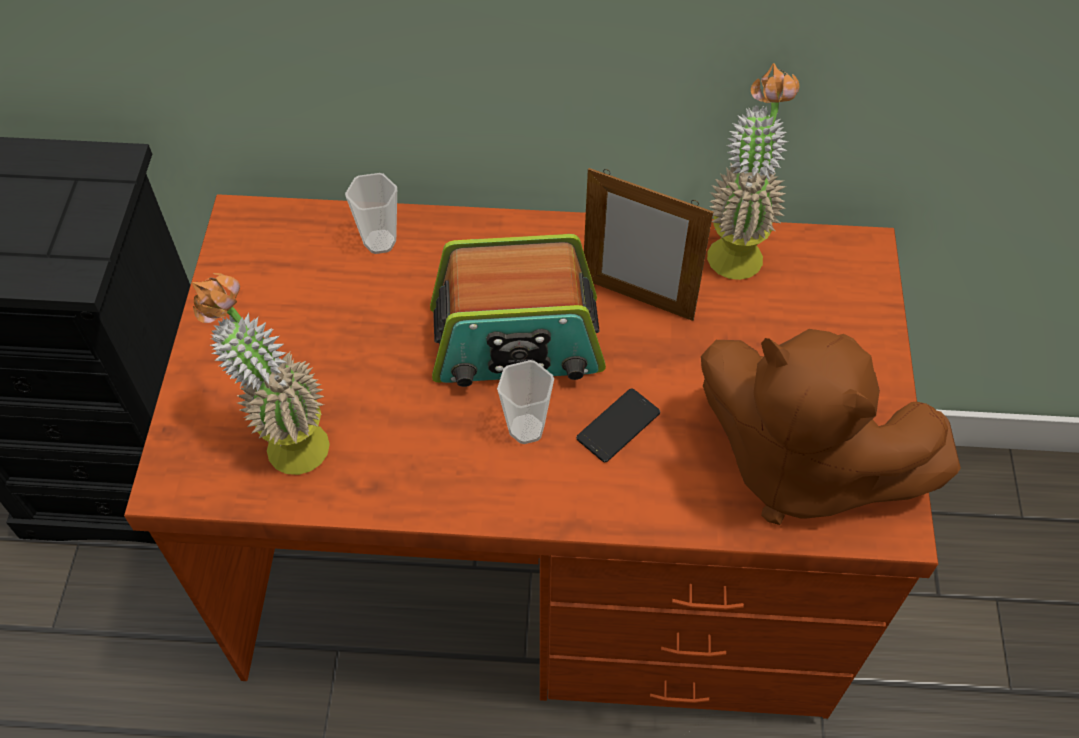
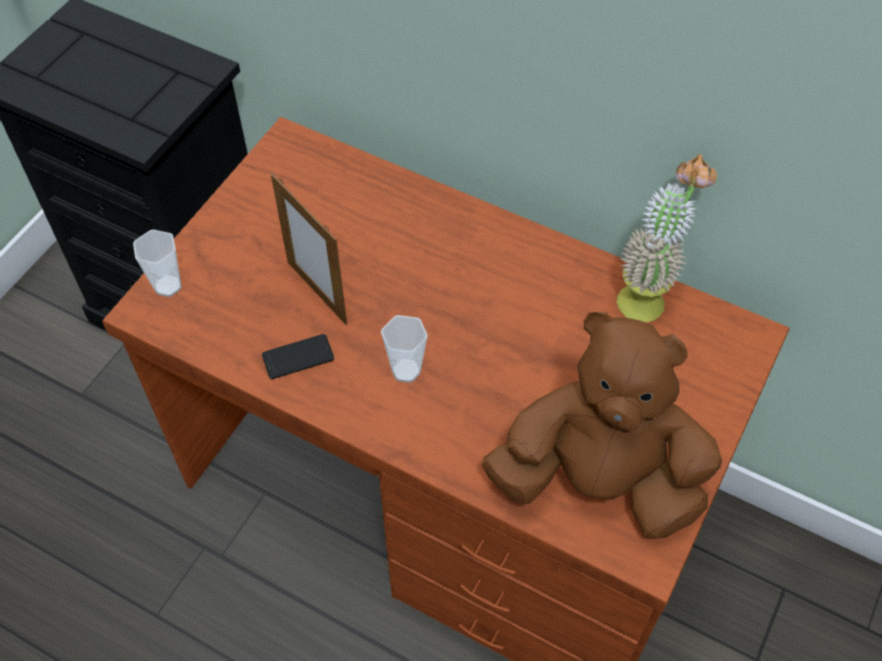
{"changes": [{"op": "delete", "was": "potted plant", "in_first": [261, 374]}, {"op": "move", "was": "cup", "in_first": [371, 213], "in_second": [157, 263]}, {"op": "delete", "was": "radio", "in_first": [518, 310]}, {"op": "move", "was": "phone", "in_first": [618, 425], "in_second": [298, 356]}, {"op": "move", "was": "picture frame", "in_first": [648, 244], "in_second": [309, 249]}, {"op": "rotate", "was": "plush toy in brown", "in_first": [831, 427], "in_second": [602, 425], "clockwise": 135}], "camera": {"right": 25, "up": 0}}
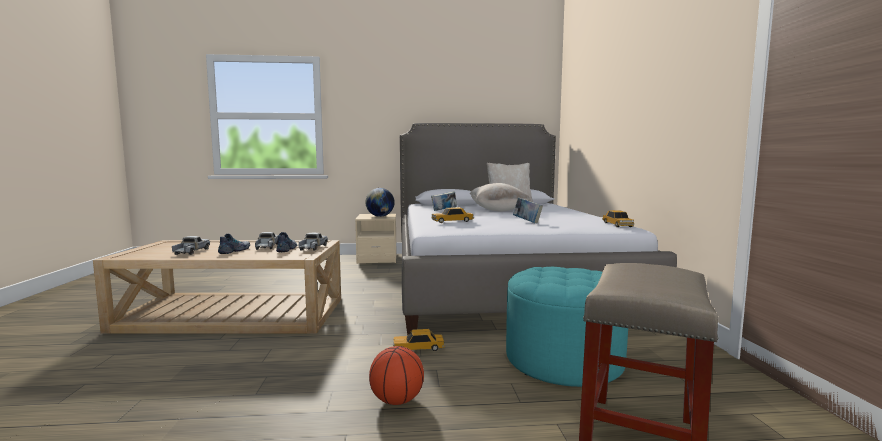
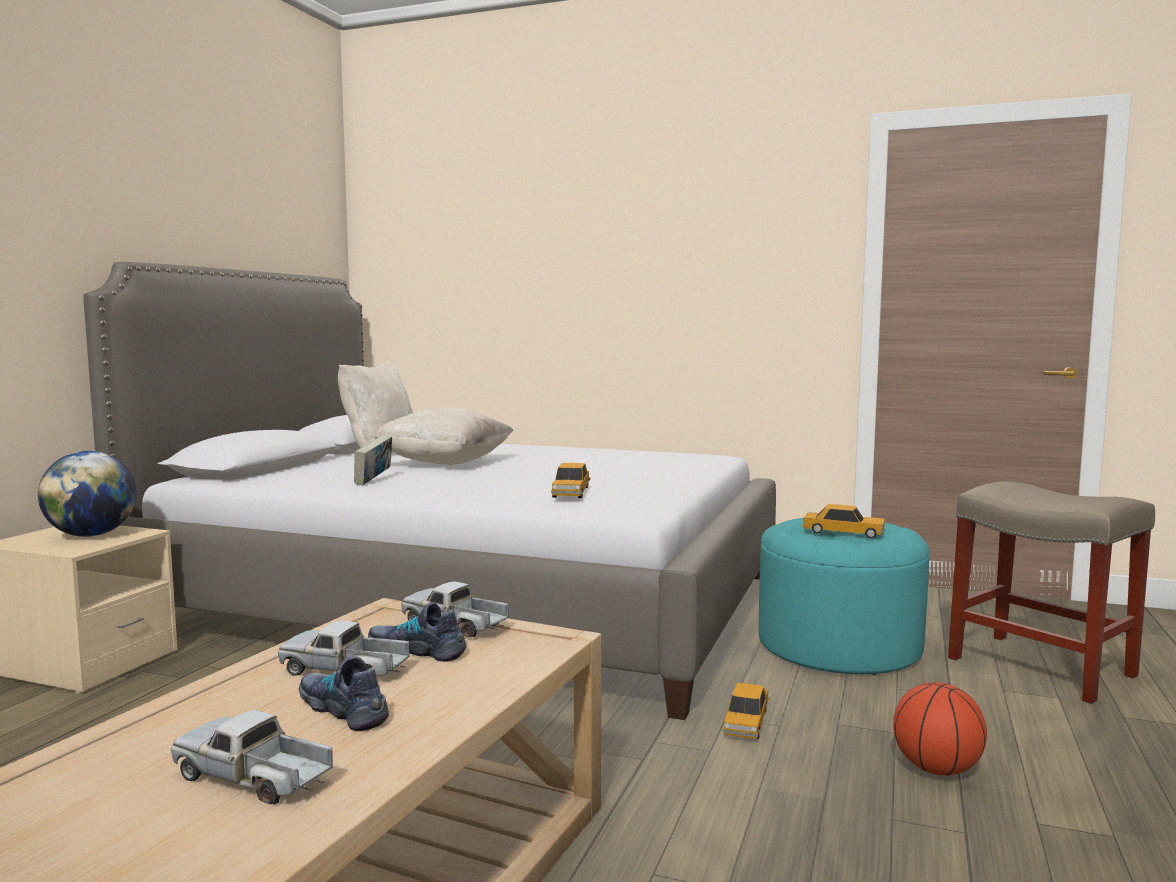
{"changes": [{"op": "delete", "was": "book", "in_first": [528, 210]}, {"op": "move", "was": "toy car", "in_first": [618, 218], "in_second": [843, 521]}], "camera": {"right": -65, "up": 0}}
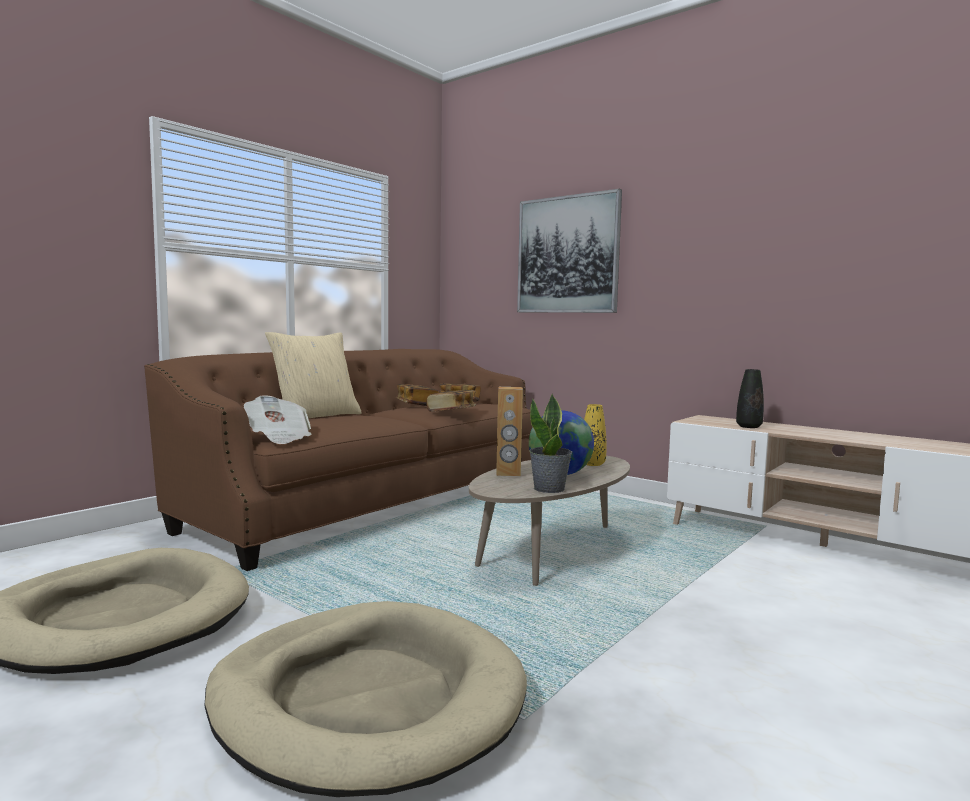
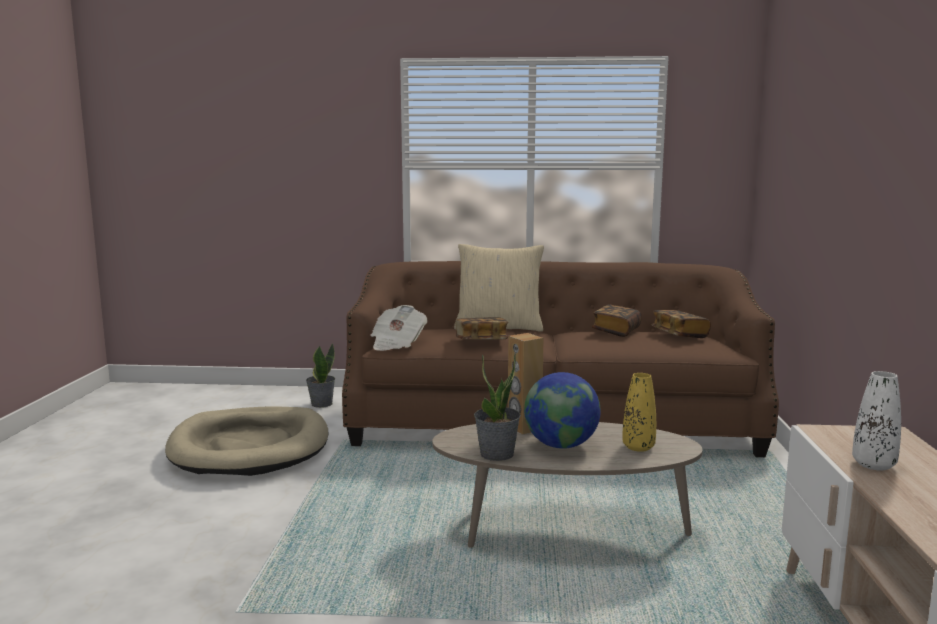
{"changes": [{"op": "delete", "was": "dog bed in beige", "in_first": [366, 699]}, {"op": "move", "was": "book", "in_first": [451, 401], "in_second": [481, 328]}, {"op": "delete", "was": "picture", "in_first": [569, 251]}, {"op": "recolor", "was": "vase in black", "now": "vase in white", "in_first": [750, 398], "in_second": [876, 421]}, {"op": "insert", "now": "potted plant", "in_second": [320, 375]}], "camera": {"right": 55, "up": 5}}
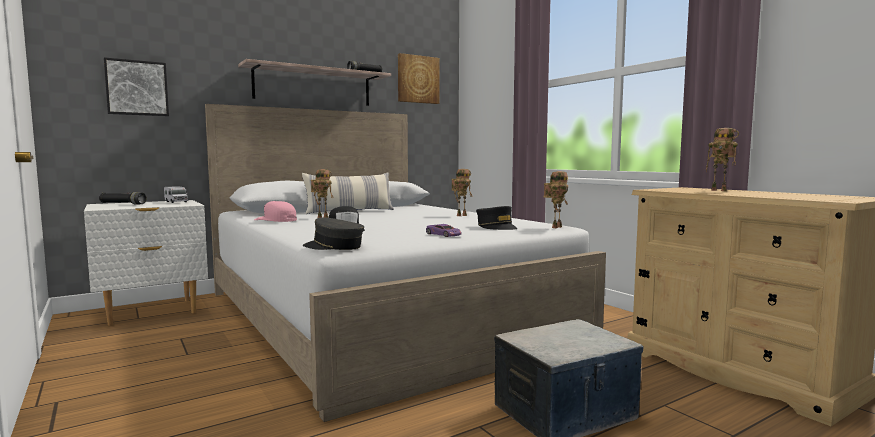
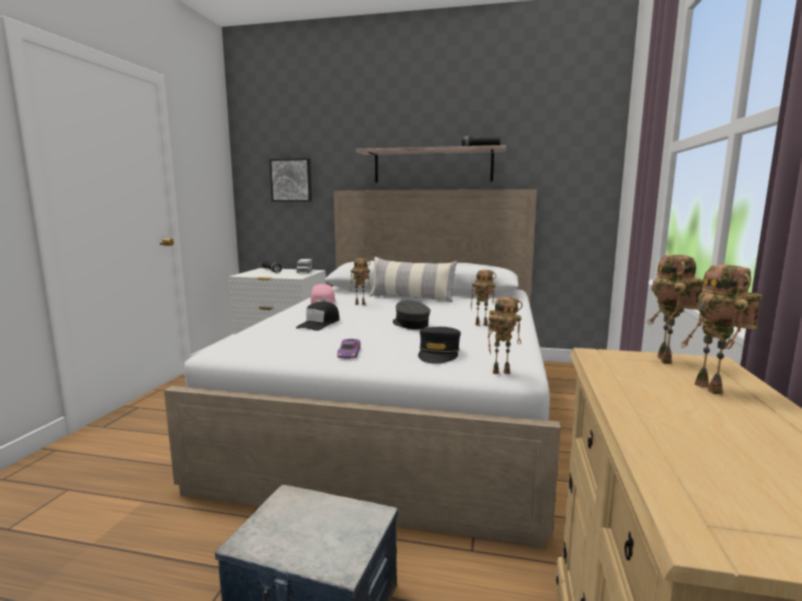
{"changes": [{"op": "move", "was": "cap in grey", "in_first": [333, 234], "in_second": [411, 314]}, {"op": "delete", "was": "picture", "in_first": [419, 78]}, {"op": "insert", "now": "toy robot", "in_second": [675, 309]}], "camera": {"right": 45, "up": 5}}
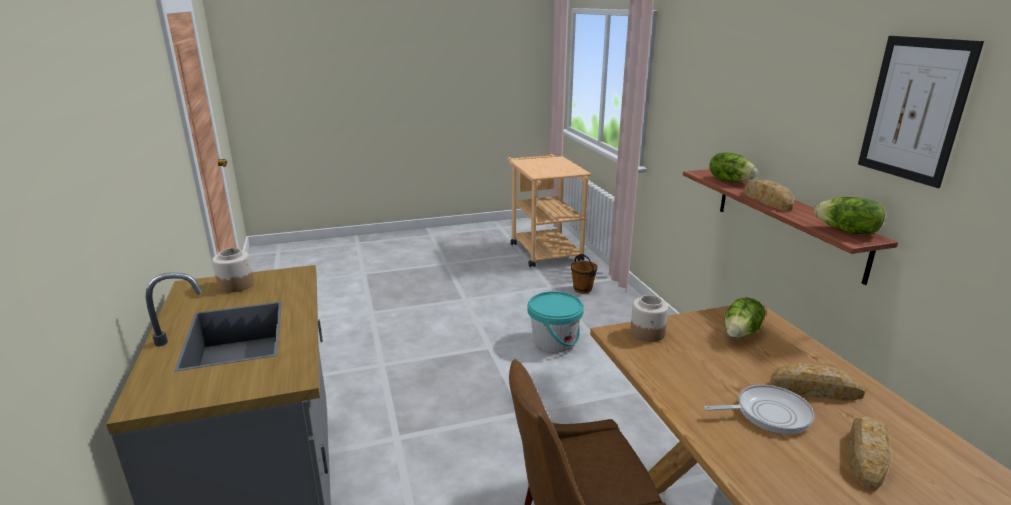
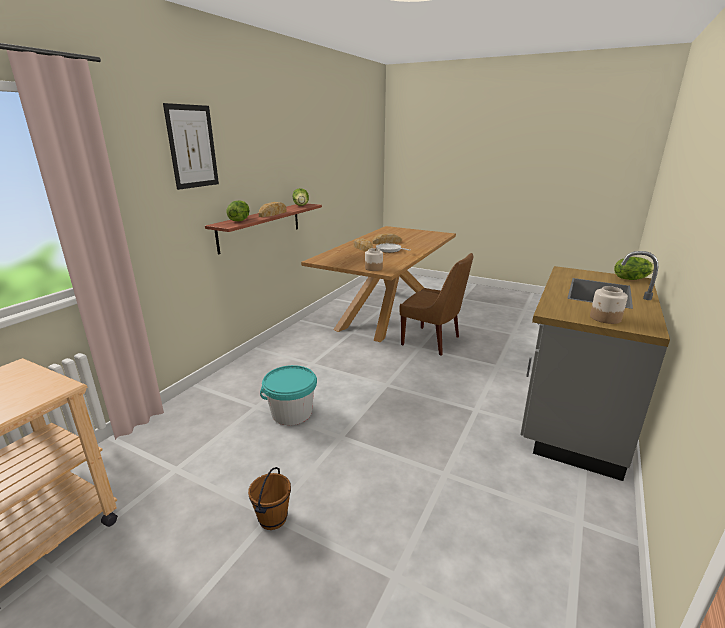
{"changes": [{"op": "move", "was": "bucket in brown", "in_first": [584, 274], "in_second": [269, 498]}, {"op": "move", "was": "lettuce", "in_first": [744, 317], "in_second": [634, 268]}, {"op": "move", "was": "picture", "in_first": [921, 112], "in_second": [191, 146]}], "camera": {"right": -135, "up": 0}}
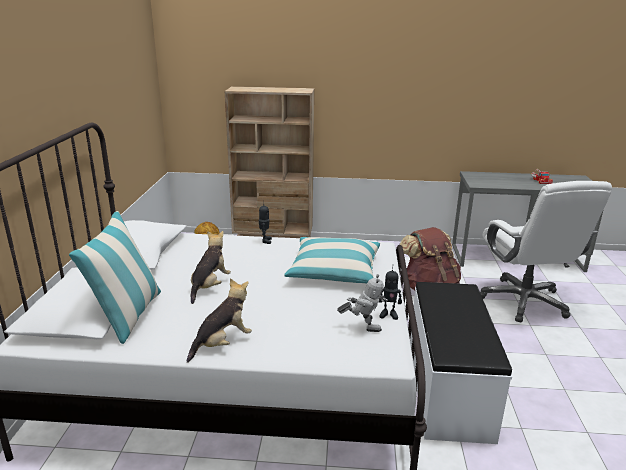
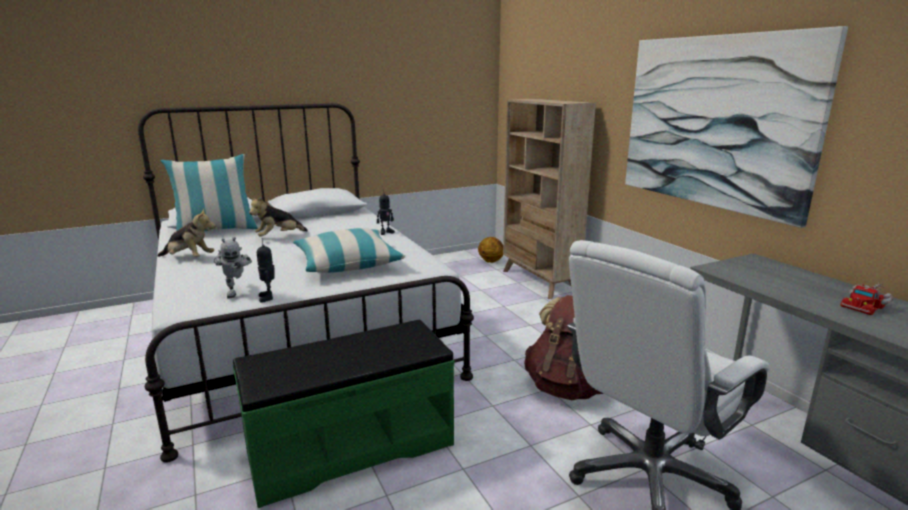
{"changes": [{"op": "rotate", "was": "plush toy", "in_first": [211, 267], "in_second": [278, 217], "clockwise": 150}, {"op": "recolor", "was": "bench in white", "now": "bench in green", "in_first": [461, 363], "in_second": [344, 414]}, {"op": "insert", "now": "picture", "in_second": [736, 127]}], "camera": {"right": 60, "up": -5}}
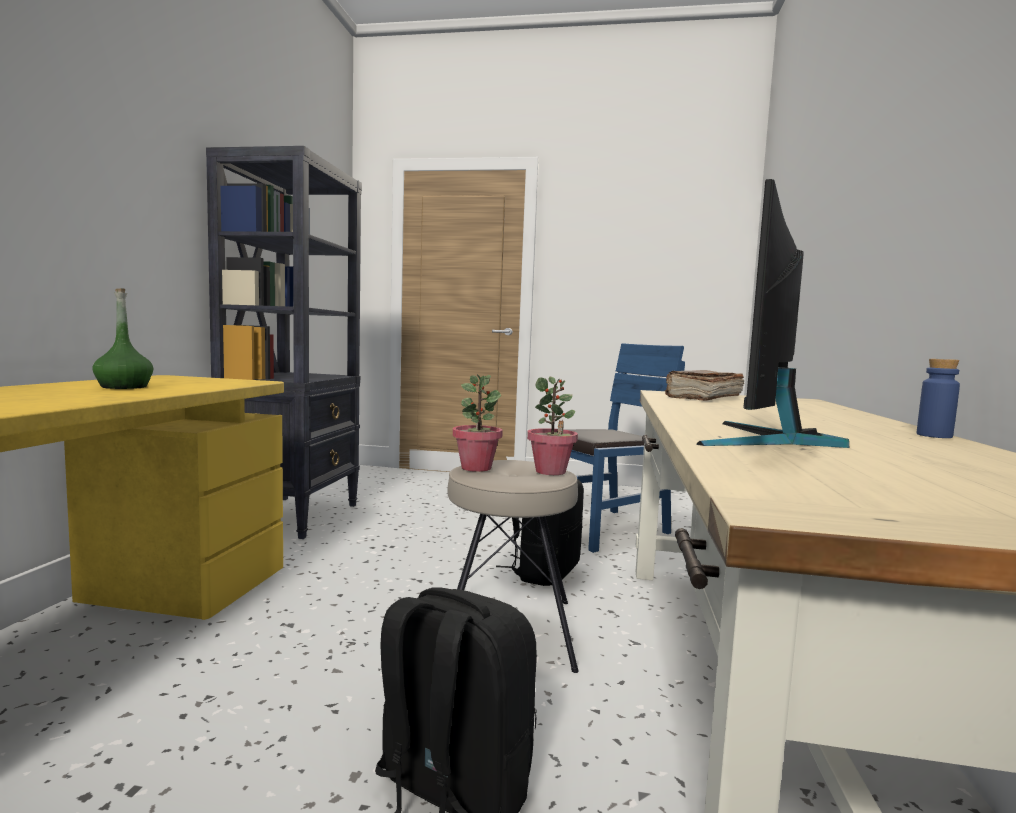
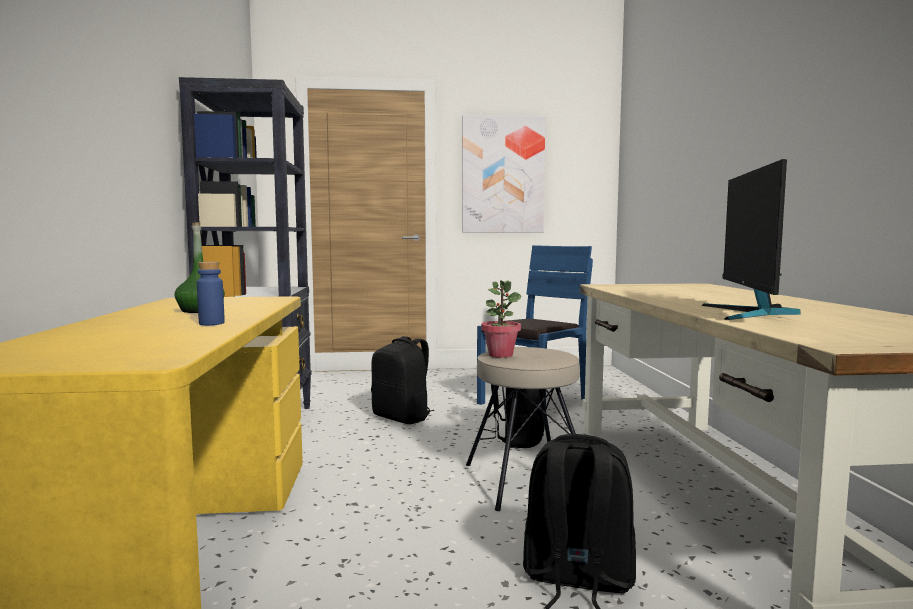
{"changes": [{"op": "delete", "was": "potted plant", "in_first": [552, 426]}, {"op": "delete", "was": "book in brown", "in_first": [704, 385]}, {"op": "move", "was": "bottle in blue", "in_first": [938, 398], "in_second": [211, 293]}, {"op": "insert", "now": "backpack in black", "in_second": [403, 380]}, {"op": "insert", "now": "picture", "in_second": [503, 174]}], "camera": {"right": -15, "up": 0}}
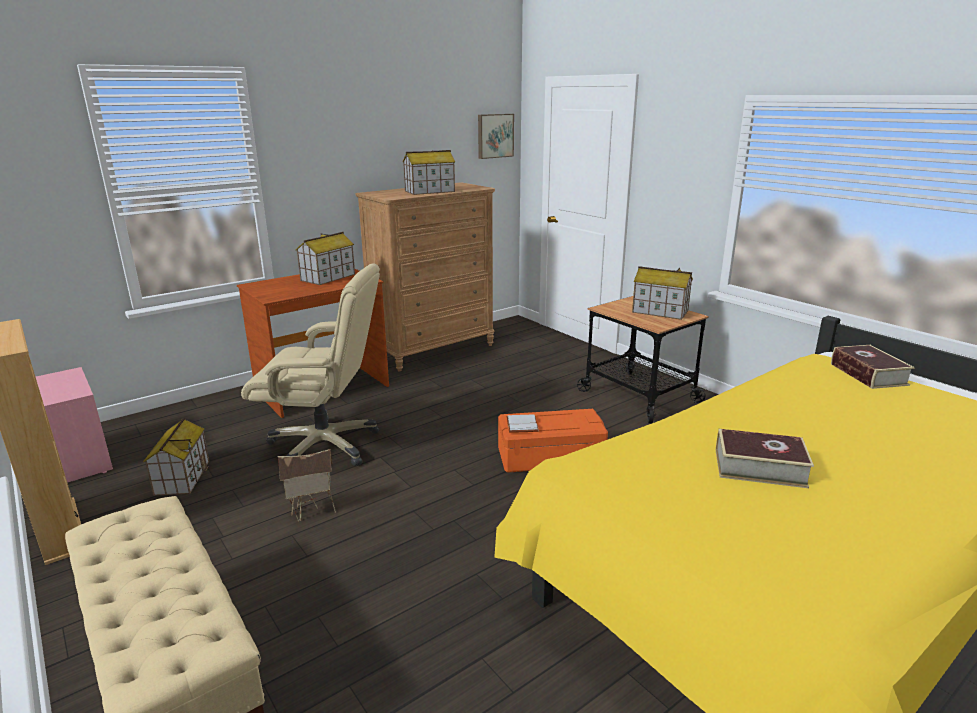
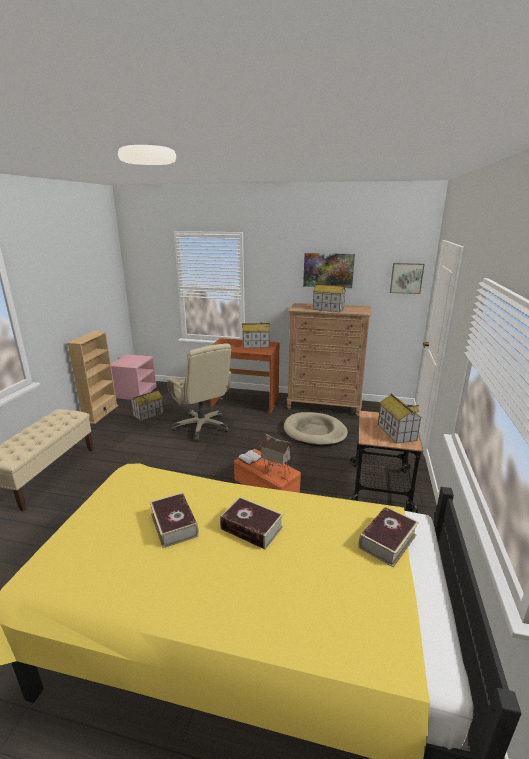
{"changes": [{"op": "move", "was": "toy house", "in_first": [307, 485], "in_second": [276, 456]}, {"op": "insert", "now": "book", "in_second": [251, 523]}, {"op": "insert", "now": "dog bed in beige", "in_second": [316, 429]}, {"op": "insert", "now": "picture", "in_second": [329, 270]}], "camera": {"right": 50, "up": 0}}
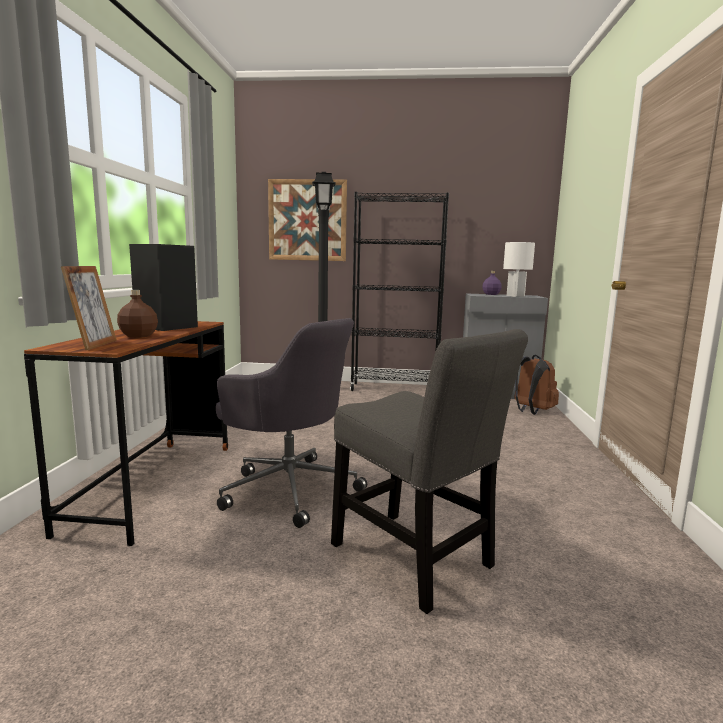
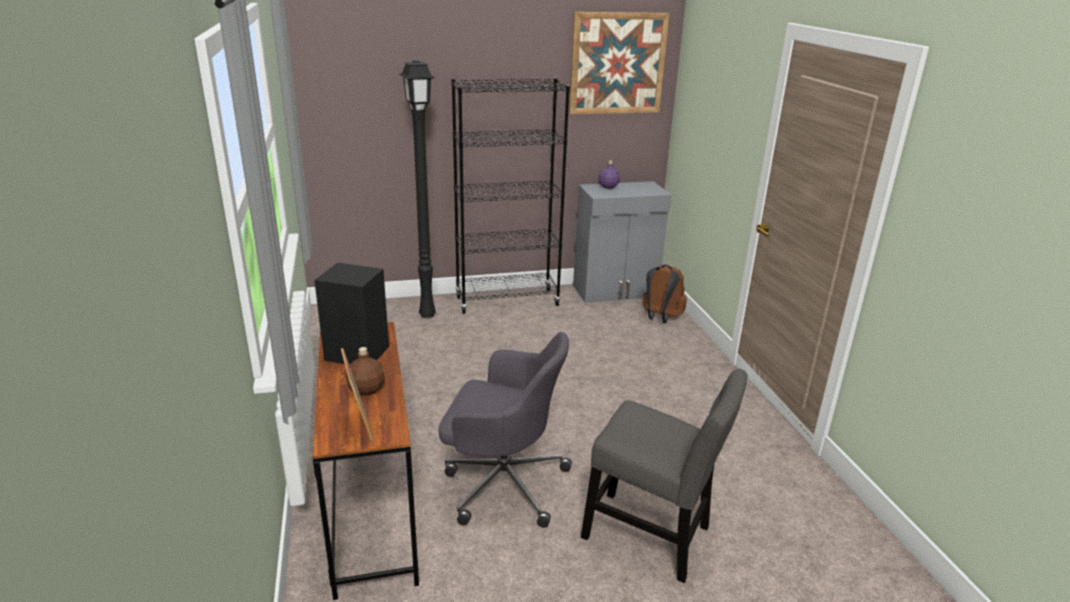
{"changes": [{"op": "move", "was": "picture", "in_first": [307, 220], "in_second": [619, 63]}, {"op": "delete", "was": "table lamp in white", "in_first": [519, 269]}], "camera": {"right": -20, "up": 15}}
